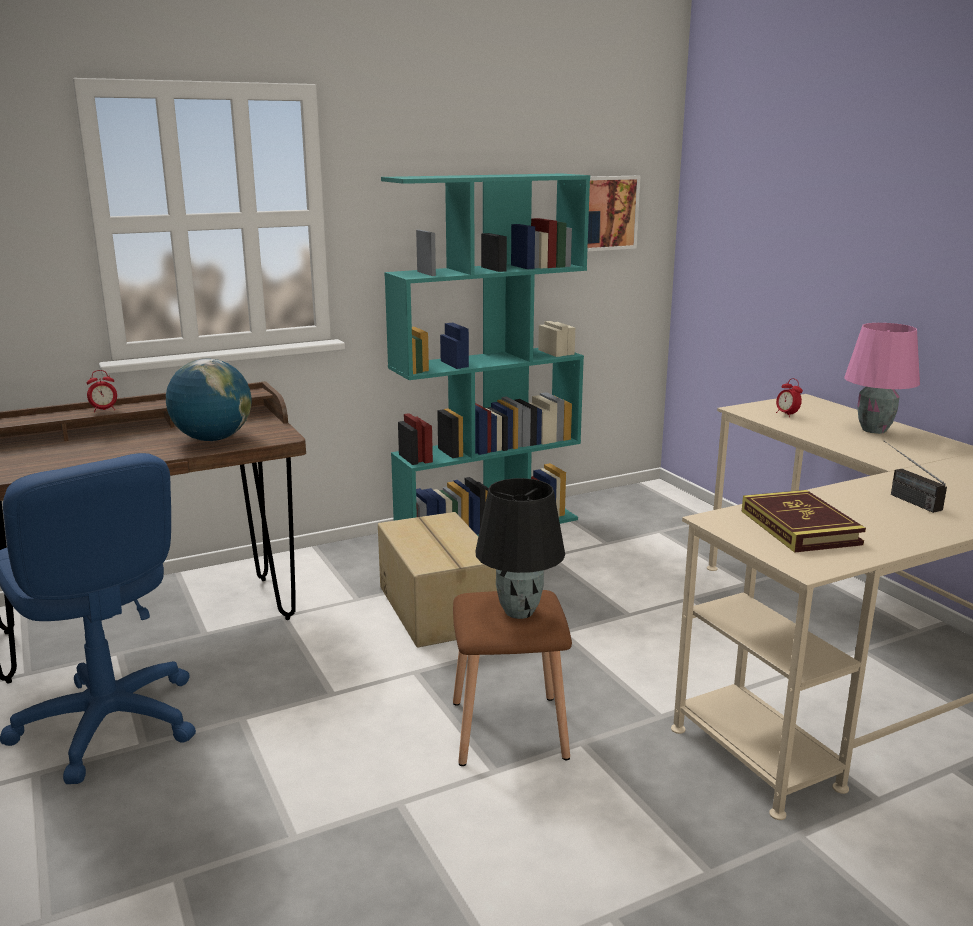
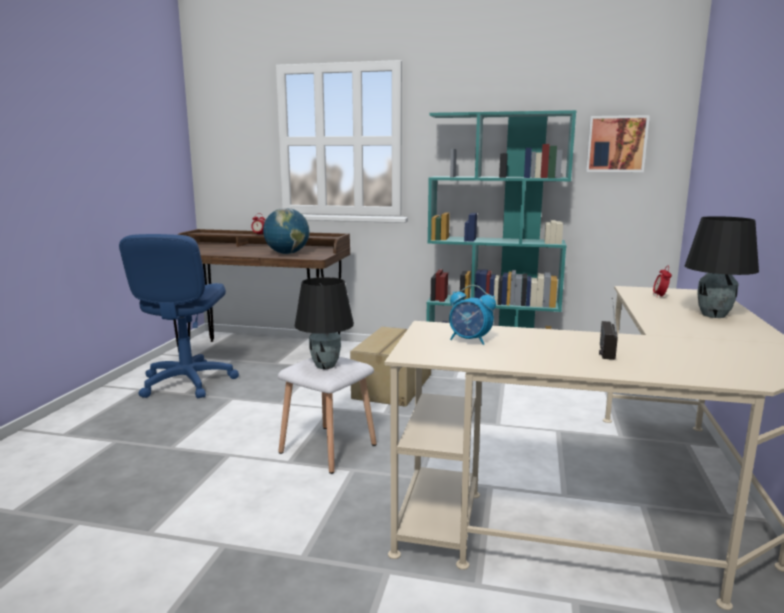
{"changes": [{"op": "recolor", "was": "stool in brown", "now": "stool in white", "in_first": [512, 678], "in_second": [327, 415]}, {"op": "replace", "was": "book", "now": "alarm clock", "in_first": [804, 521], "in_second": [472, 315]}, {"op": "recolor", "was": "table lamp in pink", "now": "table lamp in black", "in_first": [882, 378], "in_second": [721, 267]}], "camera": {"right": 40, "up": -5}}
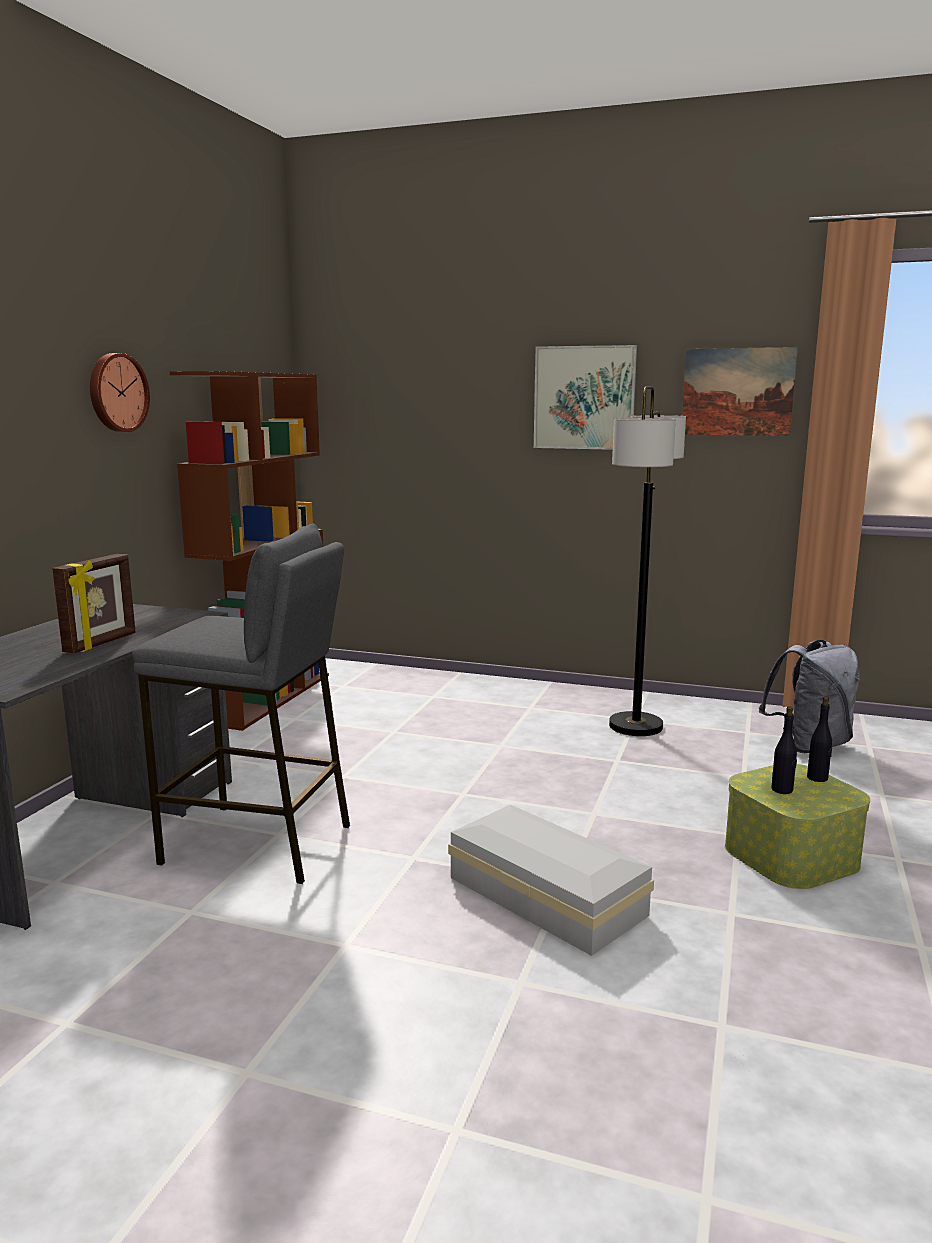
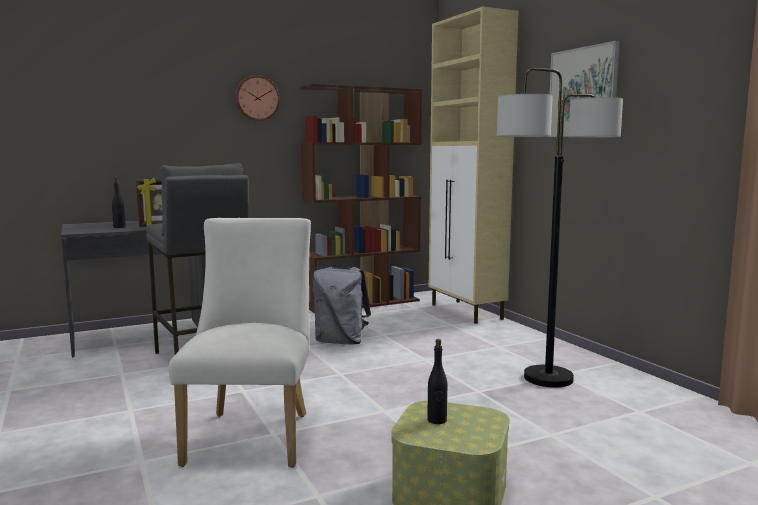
{"changes": [{"op": "replace", "was": "storage box in white", "now": "chair in white", "in_first": [551, 880], "in_second": [239, 343]}, {"op": "delete", "was": "picture", "in_first": [740, 391]}, {"op": "move", "was": "backpack in grey", "in_first": [809, 696], "in_second": [342, 304]}, {"op": "move", "was": "bottle in black", "in_first": [819, 739], "in_second": [119, 203]}, {"op": "insert", "now": "cabinet in beige", "in_second": [473, 165]}], "camera": {"right": 45, "up": -5}}
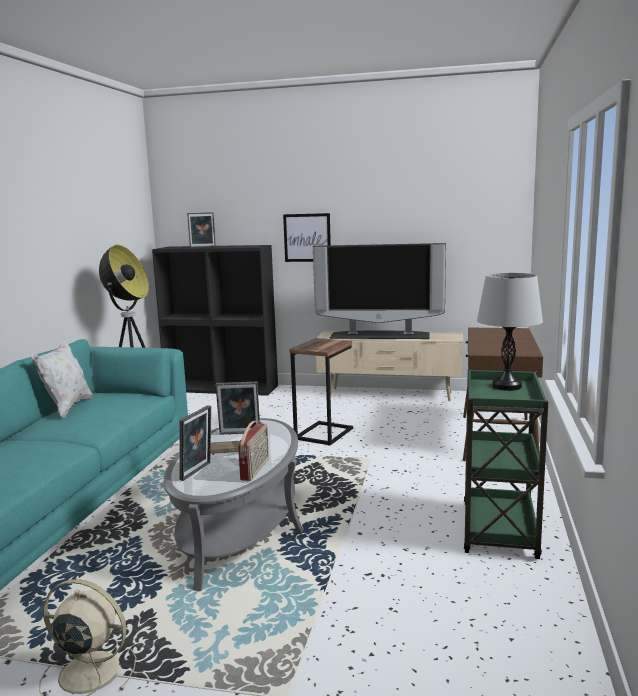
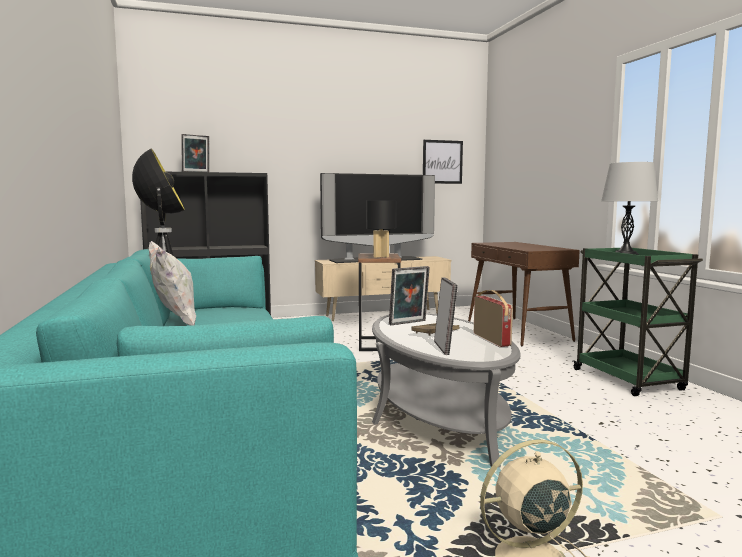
{"changes": [{"op": "move", "was": "picture", "in_first": [307, 237], "in_second": [443, 162]}, {"op": "insert", "now": "table lamp in black", "in_second": [381, 229]}], "camera": {"right": -30, "up": -5}}
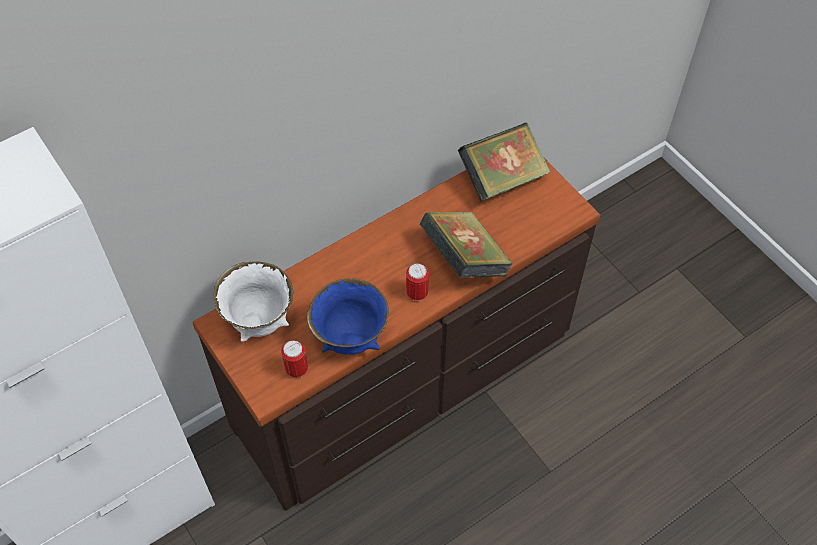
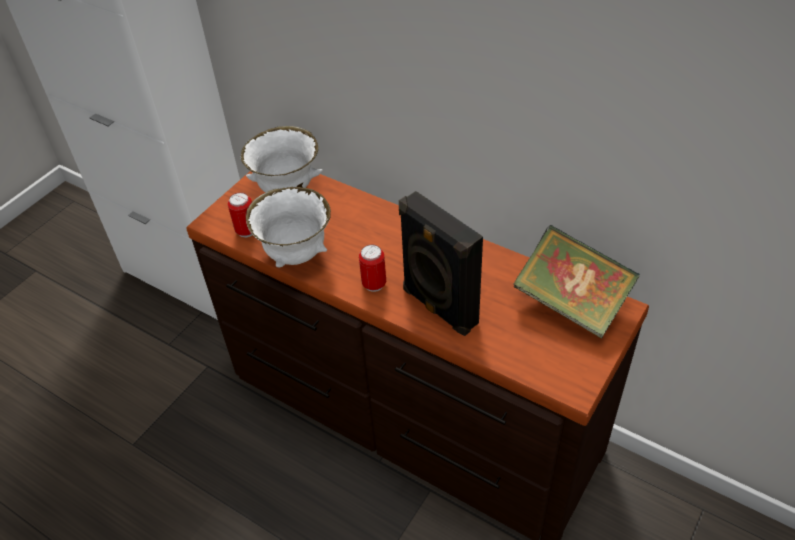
{"changes": [{"op": "recolor", "was": "bowl in blue", "now": "bowl in white", "in_first": [348, 317], "in_second": [288, 227]}, {"op": "replace", "was": "book", "now": "speaker in black", "in_first": [466, 245], "in_second": [441, 263]}], "camera": {"right": 70, "up": -10}}
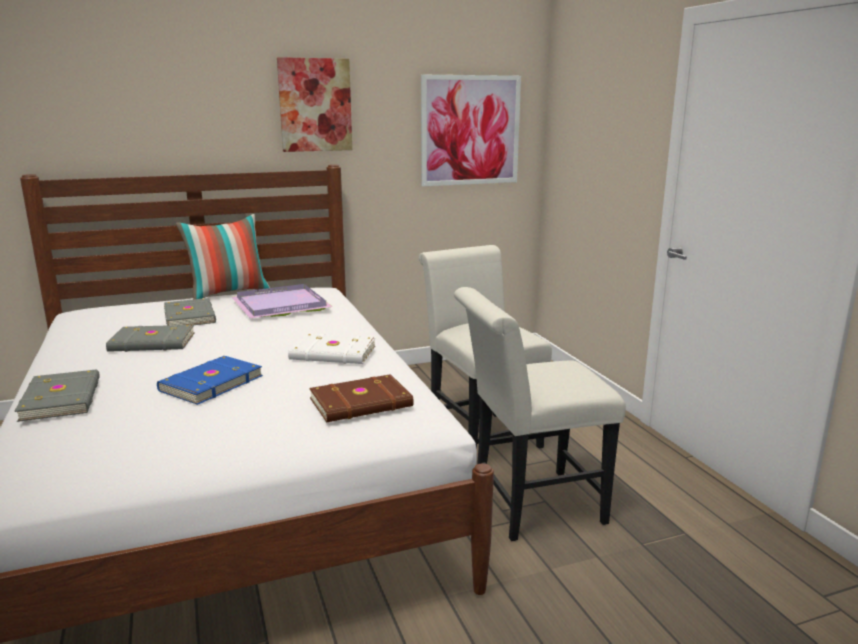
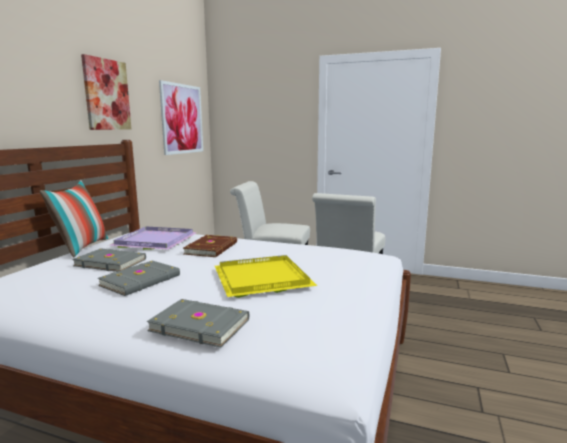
{"changes": [{"op": "replace", "was": "book in blue", "now": "tray in yellow", "in_first": [210, 380], "in_second": [266, 276]}, {"op": "delete", "was": "book in white", "in_first": [331, 349]}, {"op": "move", "was": "book in brown", "in_first": [361, 398], "in_second": [210, 246]}], "camera": {"right": -50, "up": -5}}
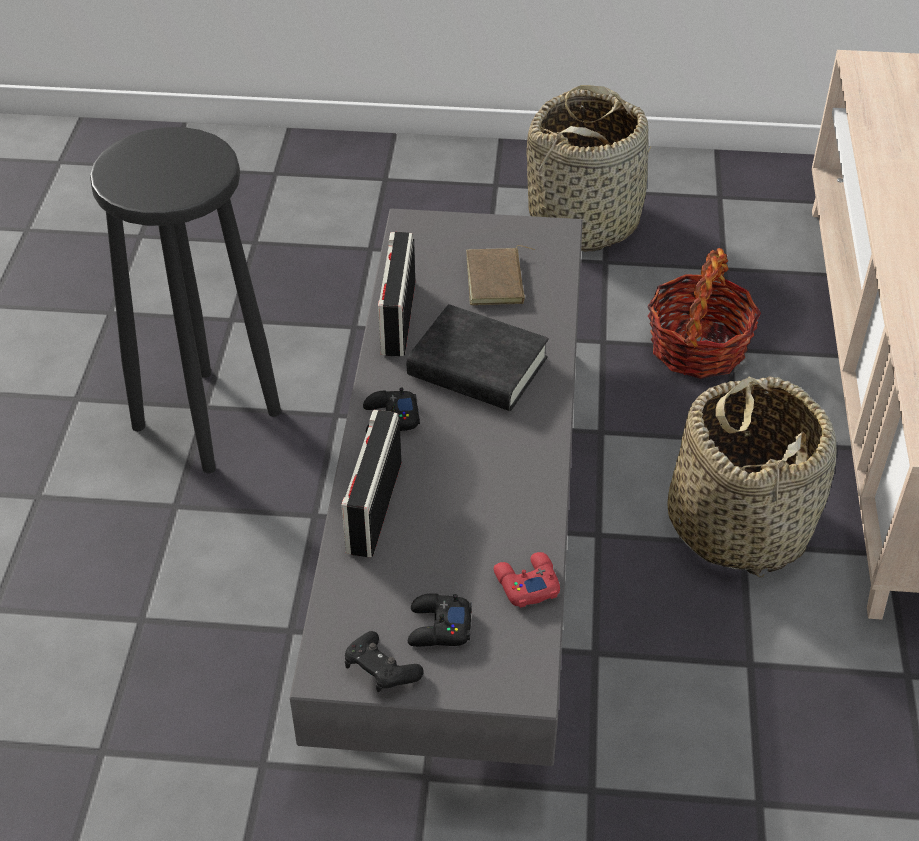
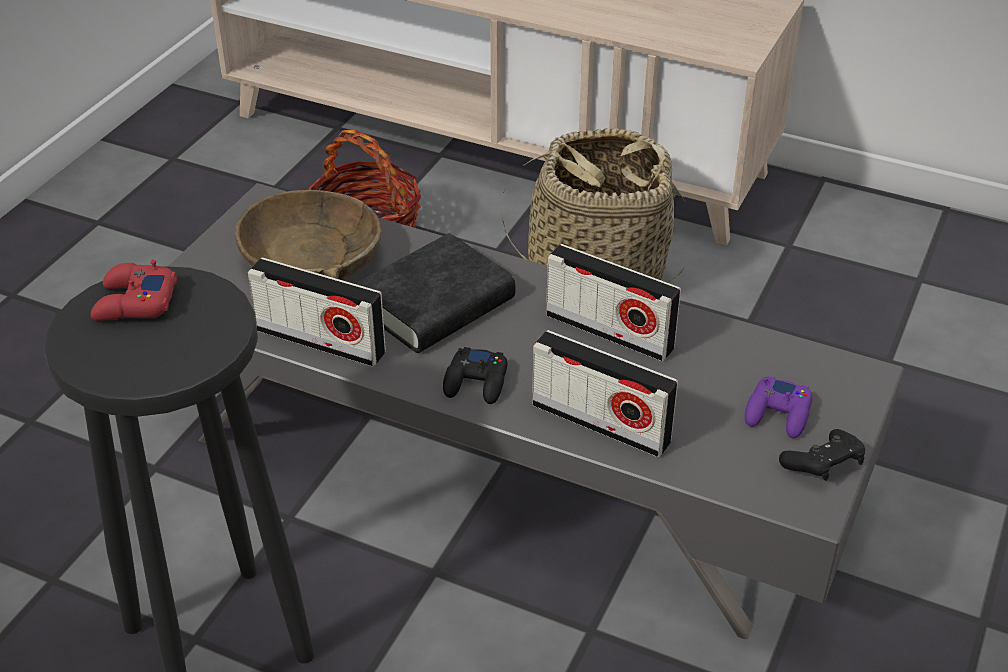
{"changes": [{"op": "recolor", "was": "game controller in black", "now": "game controller in purple", "in_first": [440, 620], "in_second": [779, 407]}, {"op": "replace", "was": "book in brown", "now": "bowl in brown", "in_first": [500, 275], "in_second": [308, 235]}, {"op": "move", "was": "game controller in red", "in_first": [527, 580], "in_second": [134, 290]}, {"op": "delete", "was": "basket", "in_first": [589, 168]}, {"op": "insert", "now": "radio", "in_second": [613, 302]}], "camera": {"right": -70, "up": -5}}
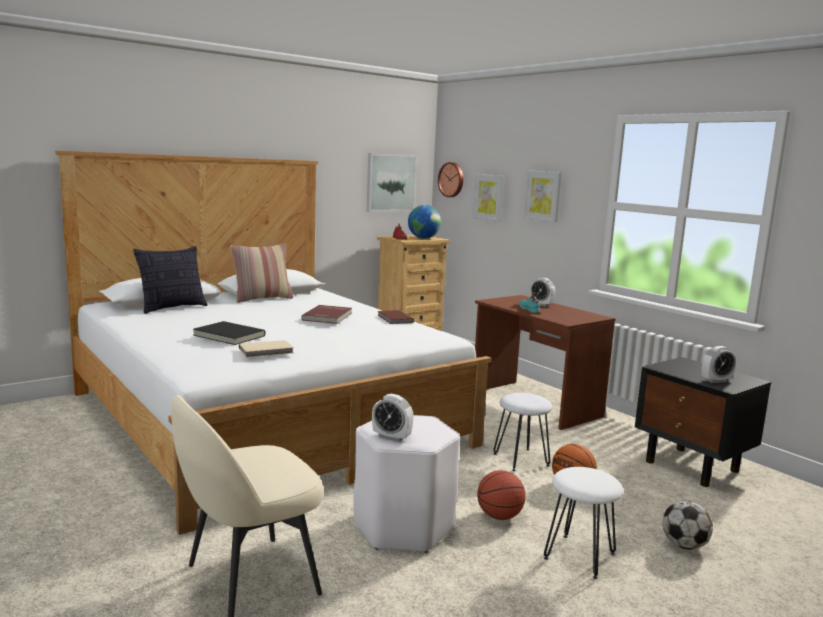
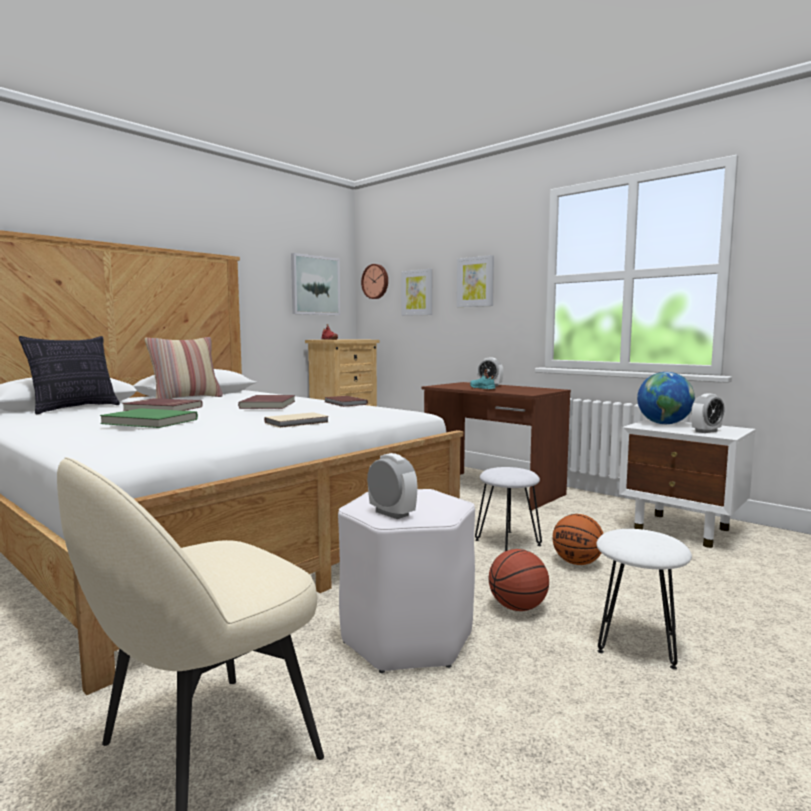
{"changes": [{"op": "recolor", "was": "book in black", "now": "book in green", "in_first": [229, 333], "in_second": [149, 418]}, {"op": "move", "was": "book in beige", "in_first": [266, 348], "in_second": [296, 420]}, {"op": "rotate", "was": "alarm clock", "in_first": [392, 418], "in_second": [392, 486], "clockwise": -150}, {"op": "move", "was": "globe", "in_first": [424, 222], "in_second": [666, 398]}, {"op": "recolor", "was": "nightstand in black", "now": "nightstand in white", "in_first": [703, 422], "in_second": [687, 483]}, {"op": "delete", "was": "football", "in_first": [687, 525]}, {"op": "insert", "now": "book in red", "in_second": [162, 404]}], "camera": {"right": -10, "up": -5}}
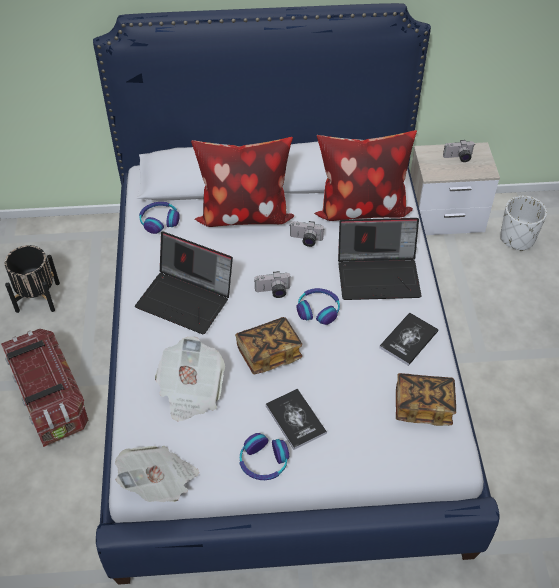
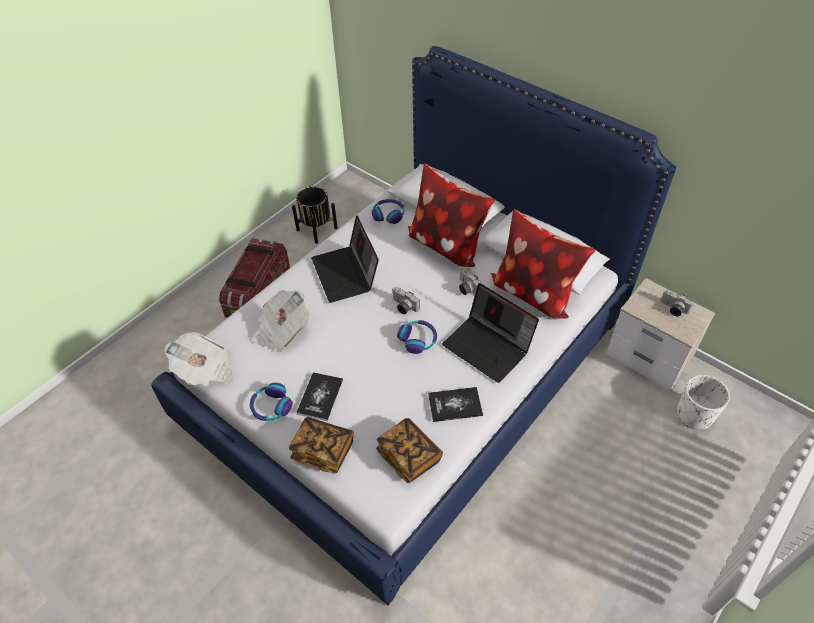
{"changes": [{"op": "move", "was": "book", "in_first": [268, 345], "in_second": [321, 445]}], "camera": {"right": 45, "up": 0}}
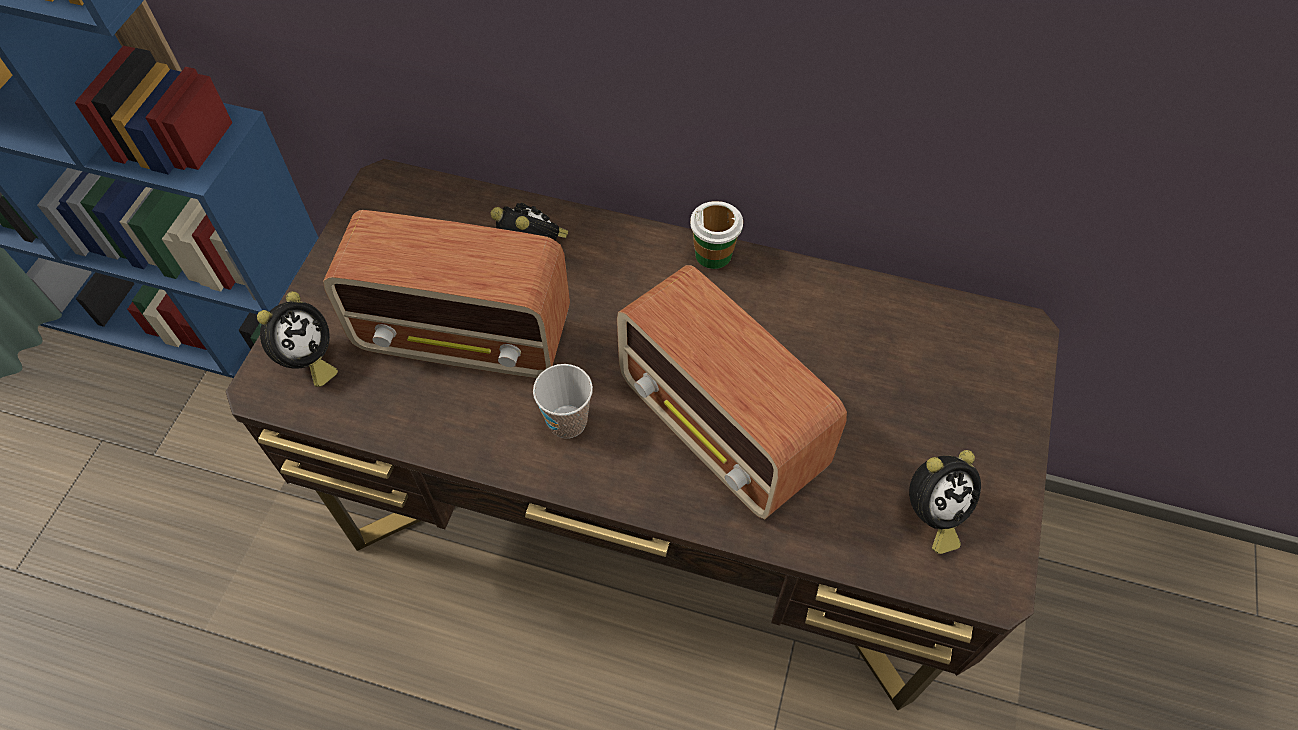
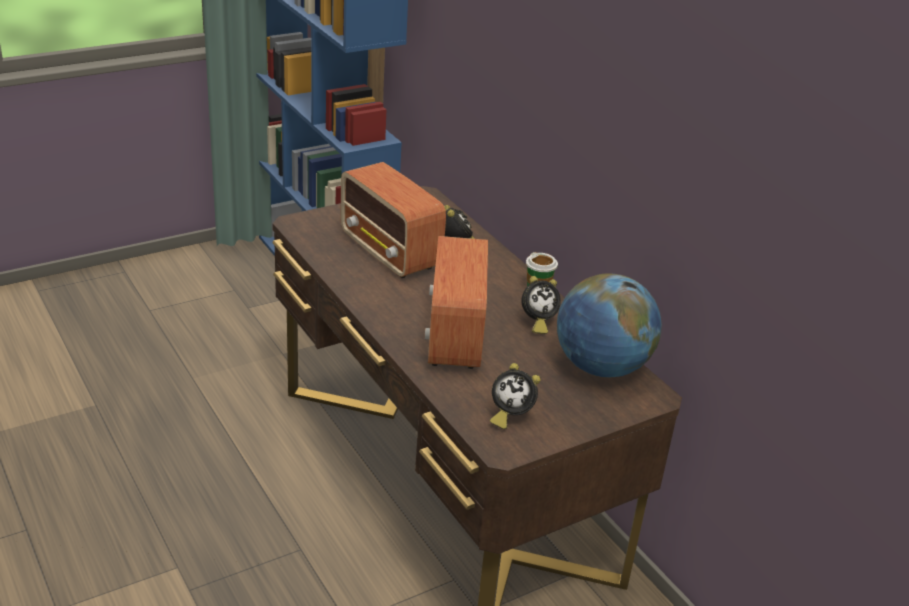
{"changes": [{"op": "move", "was": "alarm clock", "in_first": [297, 339], "in_second": [541, 305]}, {"op": "delete", "was": "cup", "in_first": [563, 401]}, {"op": "insert", "now": "globe", "in_second": [609, 325]}], "camera": {"right": 40, "up": -25}}
